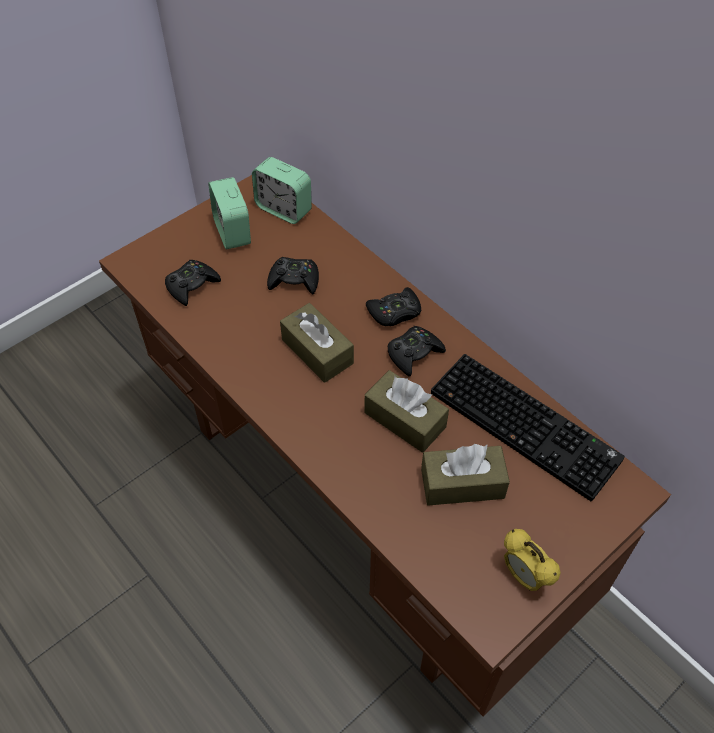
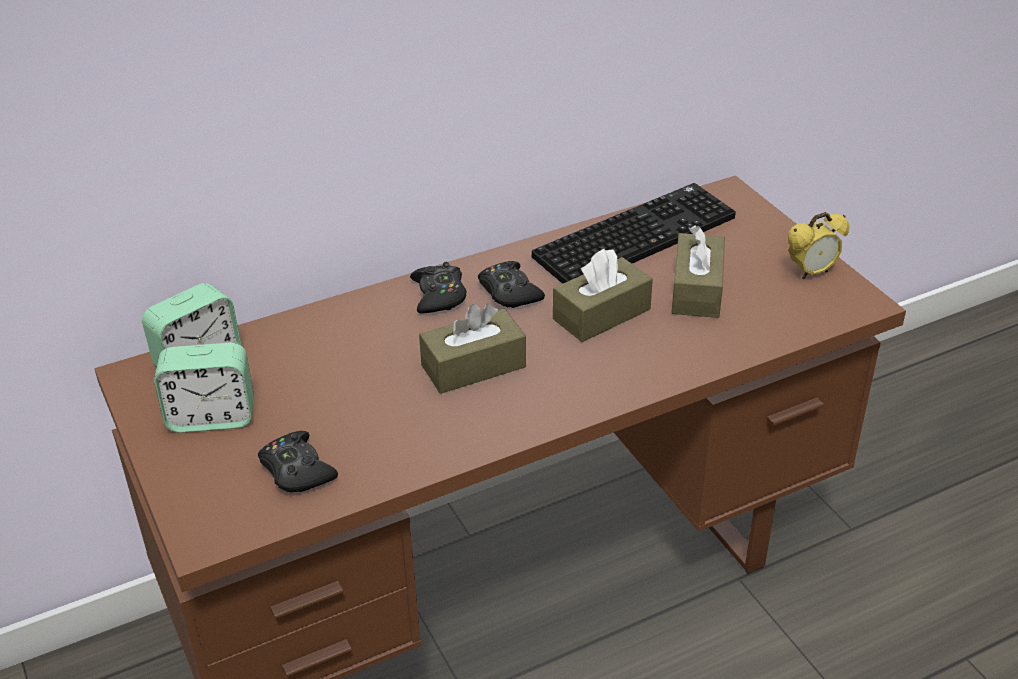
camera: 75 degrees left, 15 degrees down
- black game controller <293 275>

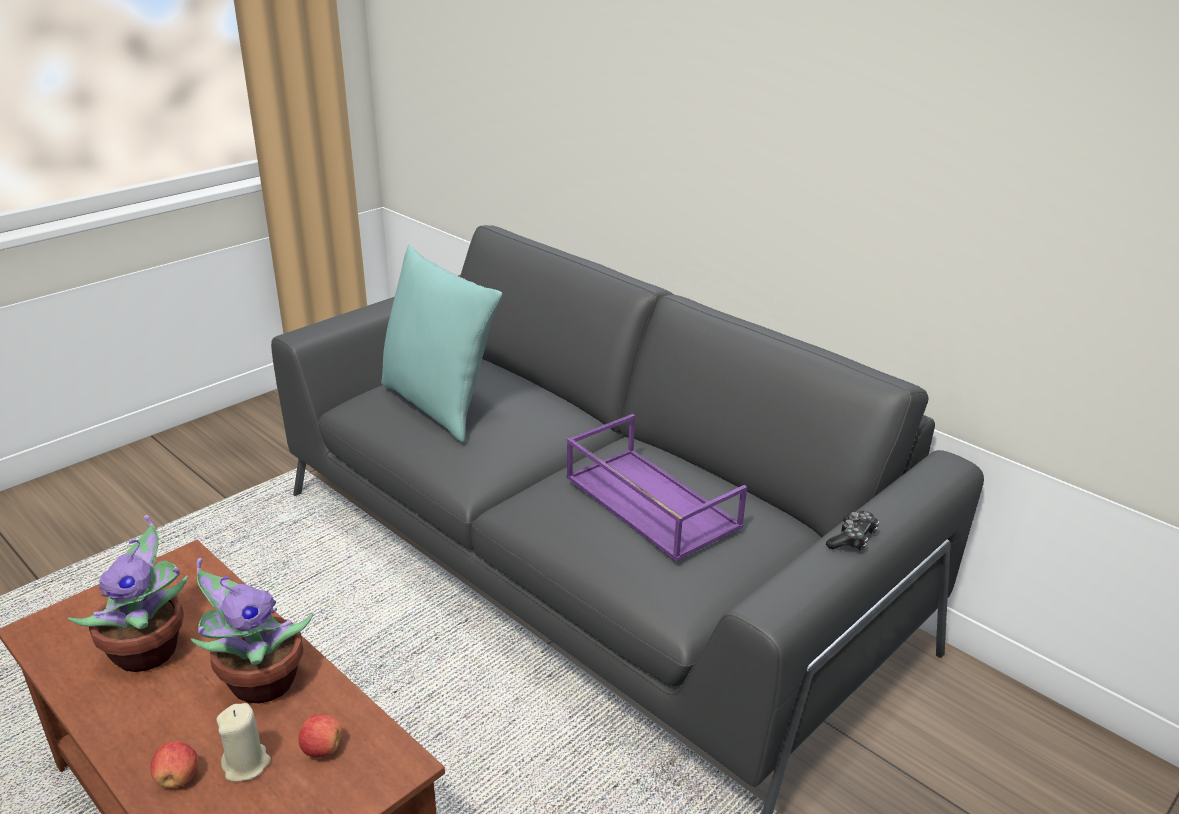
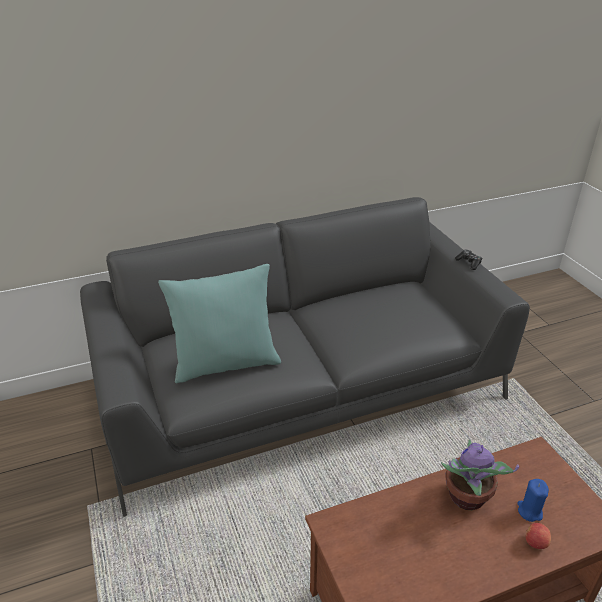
camera: 65 degrees left, 5 degrees up
- potted plant <128 593>
~ beige candle <244 742> to blue candle <533 500>
- apple <320 735>
- purple tray <656 488>

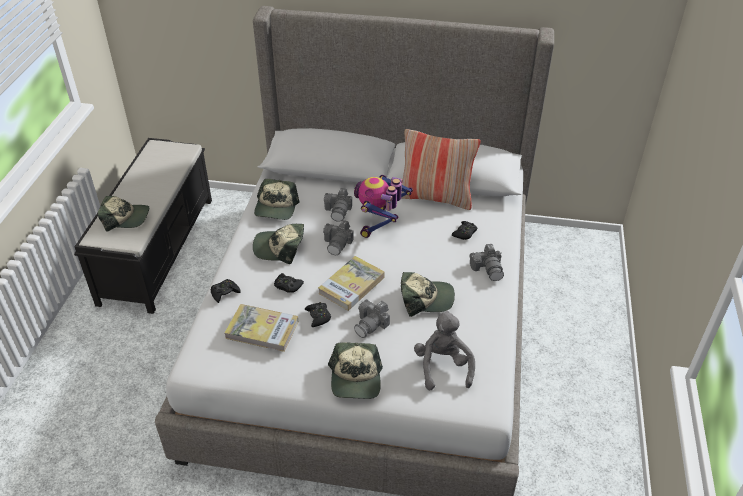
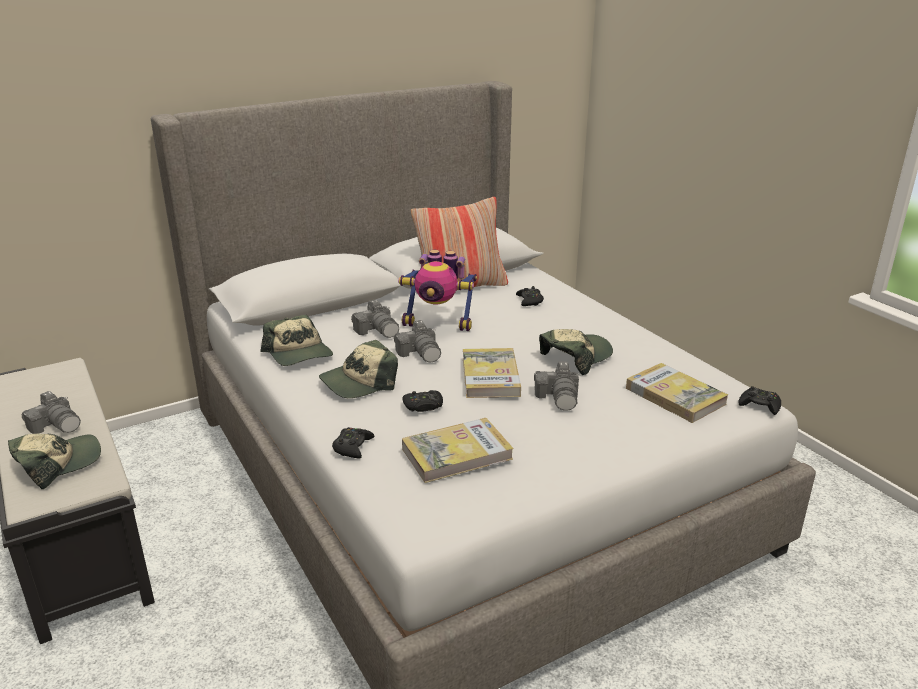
camera: 40 degrees left, 15 degrees down
~ black game controller <318 314> to <759 400>
- cap <355 370>
~ toy robot <383 206> = <437 290> 60 degrees counterclockwise
~ grey plush toy <444 350> to book <677 393>
~ photo camera <486 262> to <51 412>

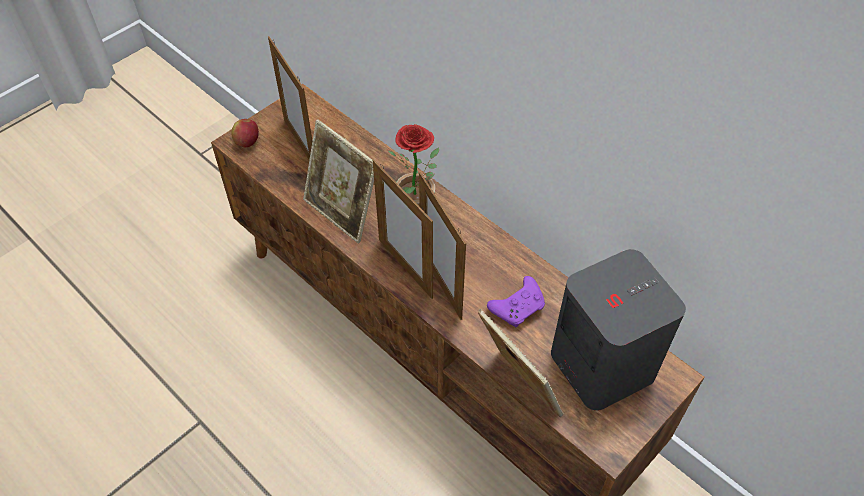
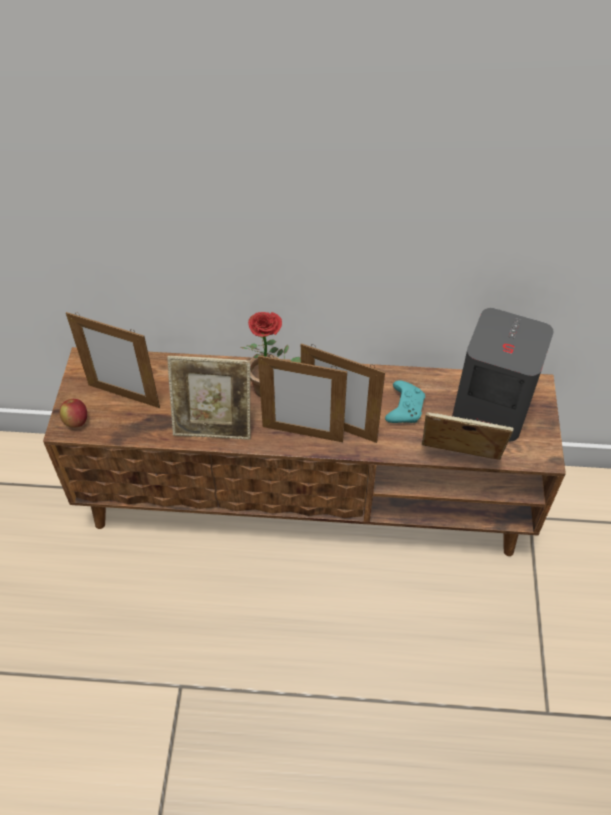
camera: 40 degrees left, 0 degrees up
~ purple game controller <516 301> to turquoise game controller <405 401>

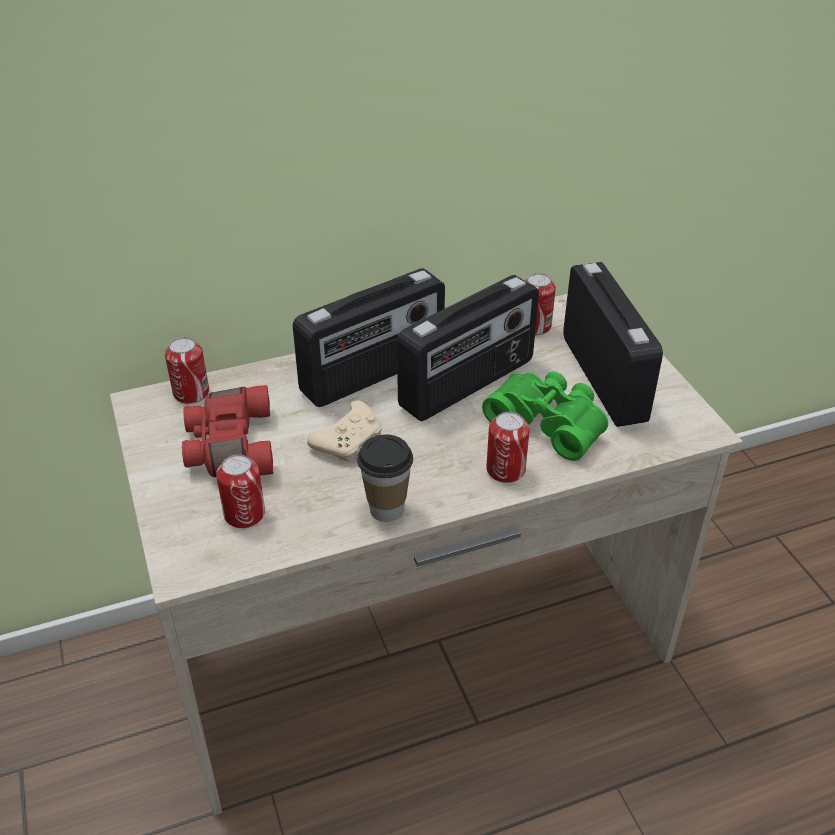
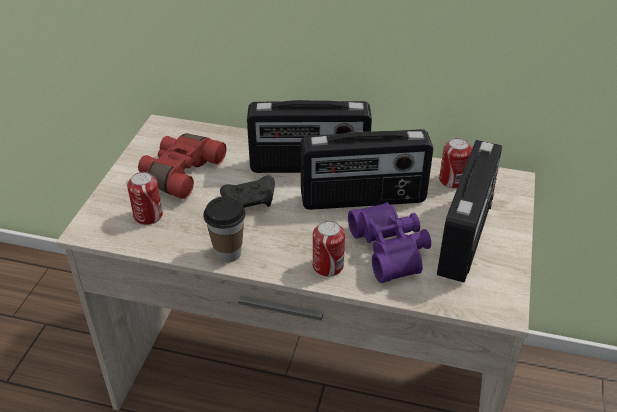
camera: 35 degrees right, 0 degrees up
- can <187 370>
~ beige game controller <344 431> to black game controller <247 192>
~ green binoculars <545 416> to purple binoculars <389 243>

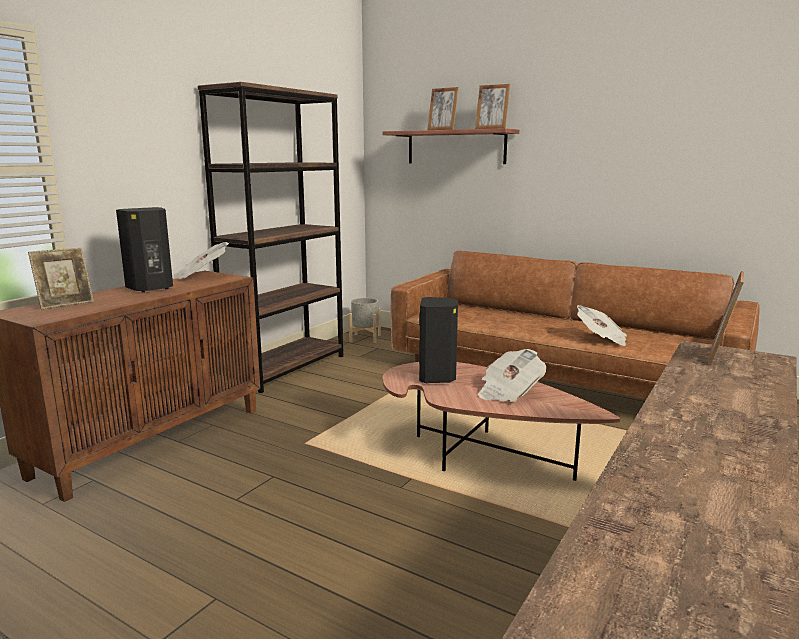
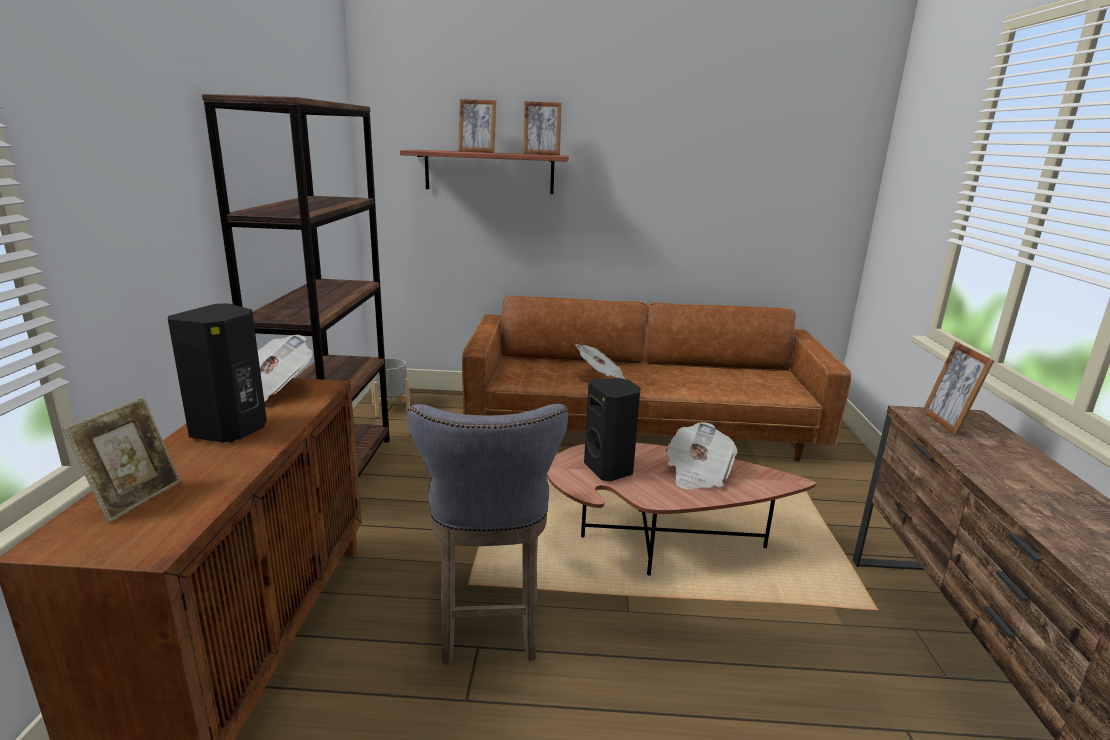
camera: 30 degrees left, 5 degrees up
~ newspaper <602 325> to <600 361>
+ grey stool <487 534>

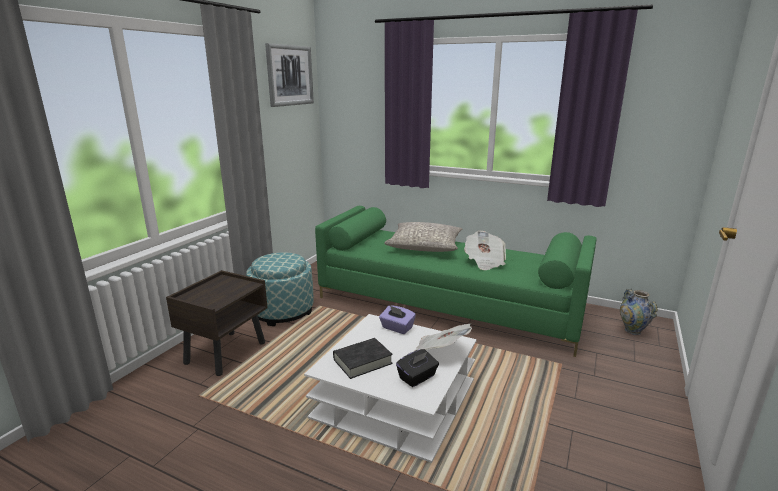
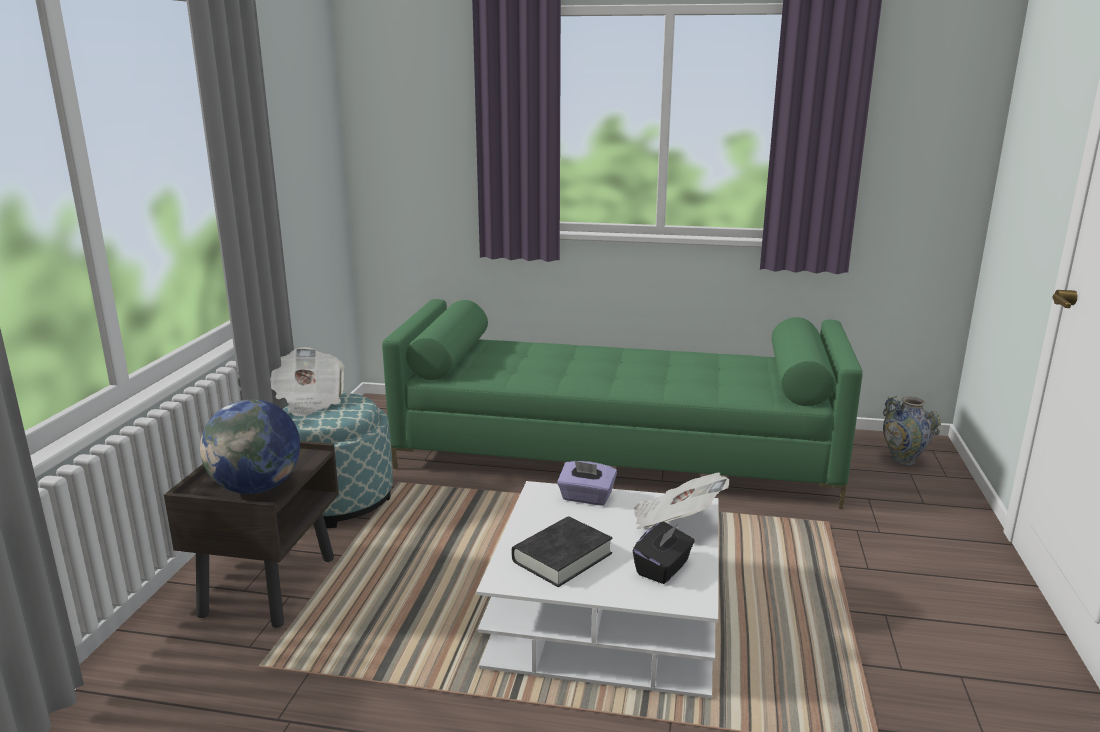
camera: 15 degrees left, 0 degrees up
- picture <289 75>
- grey pillow <423 237>
~ newspaper <485 250> to <307 382>
+ globe <250 446>

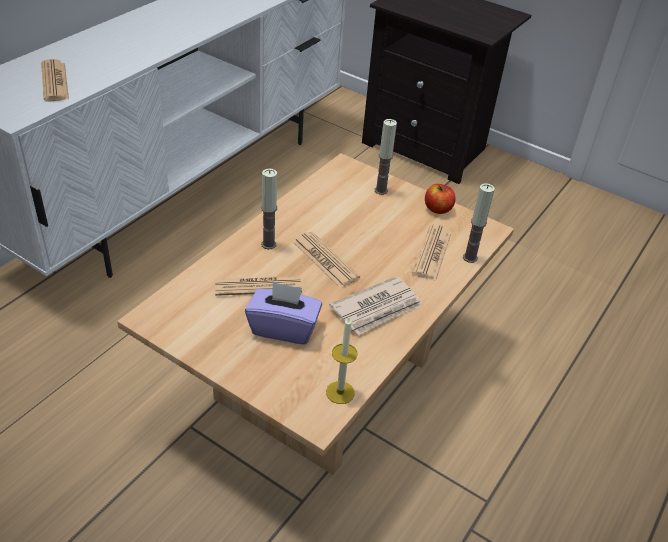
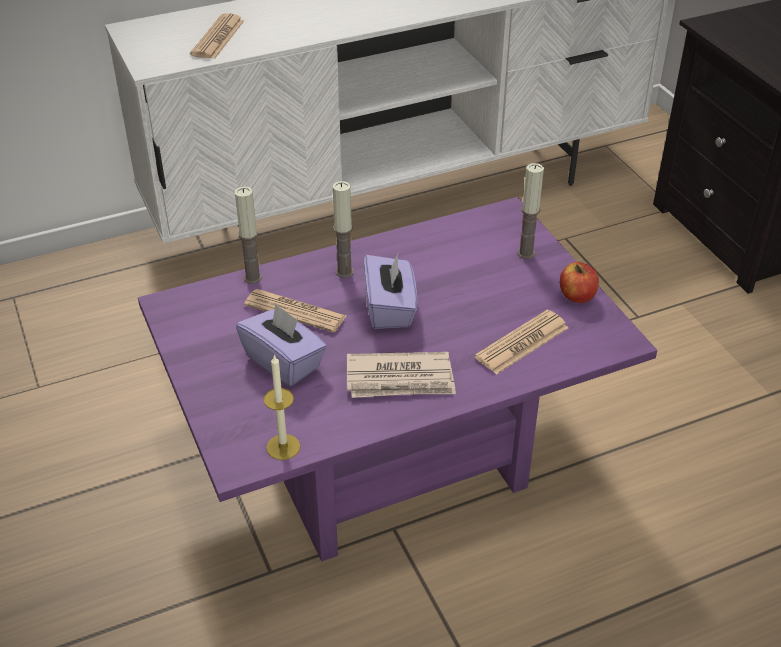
camera: 35 degrees right, 0 degrees up
~ beige coffee table <315 314> to purple coffee table <397 379>
~ newspaper <326 260> to purple tissue box <390 291>
~ candle <479 223> to <248 235>

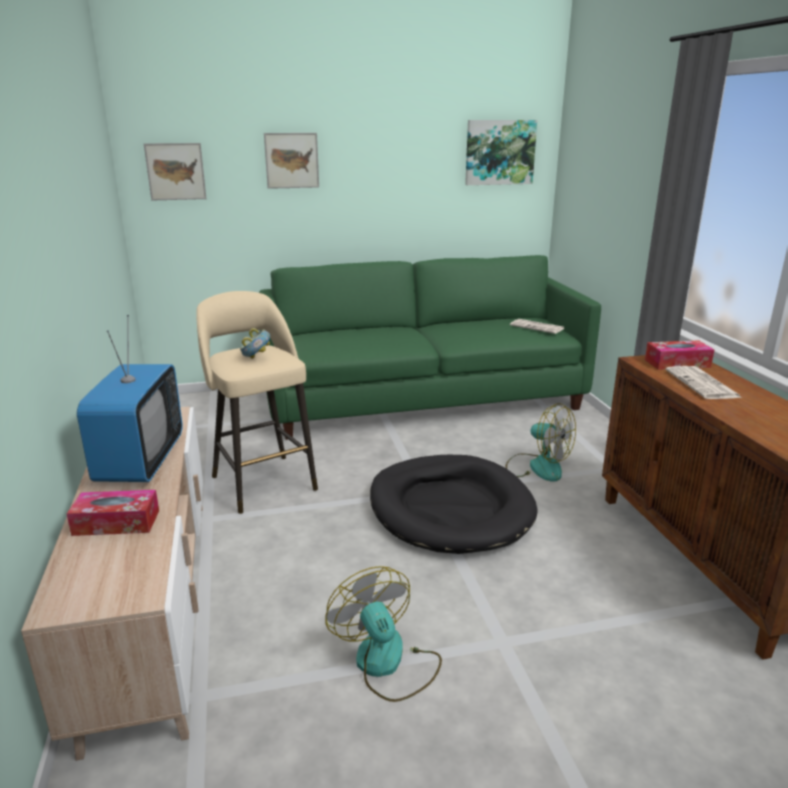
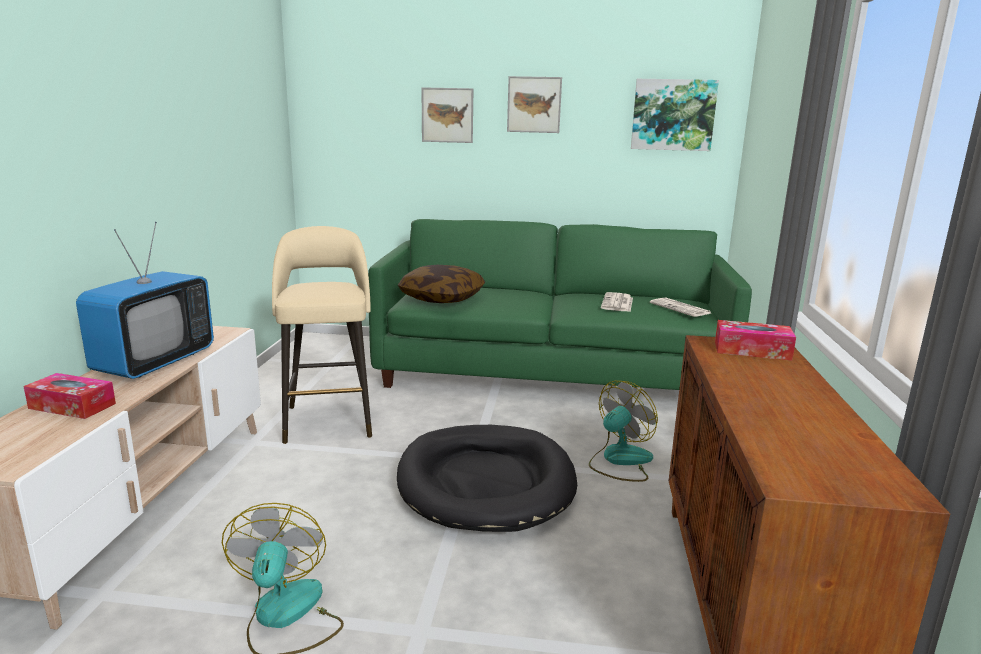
camera: 20 degrees right, 5 degrees down
~ picture <175 172> to <534 104>
- bowl <255 343>
~ fan <541 443> = <623 431> 105 degrees counterclockwise
~ newspaper <703 382> to <617 302>
+ pillow <441 284>

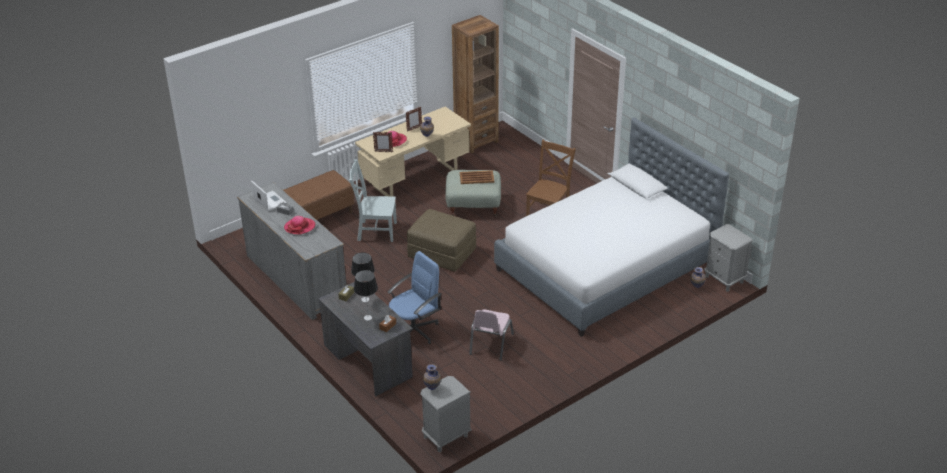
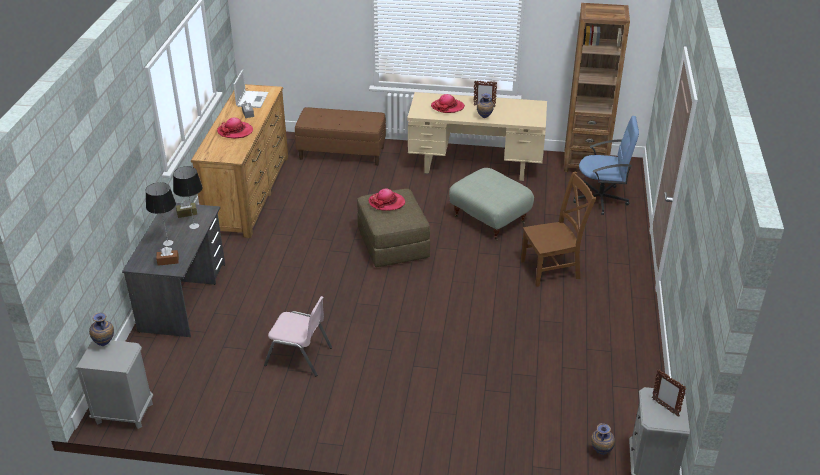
camera: 45 degrees right, 0 degrees up
~ grey dresser <291 251> to brown dresser <239 161>
- grey chair <373 200>
~ picture frame <383 142> to <669 393>
~ blue office chair <415 297> to <606 165>
- brown tray <477 177>
~ pink chair <491 335> = <298 336> 135 degrees counterclockwise
- bed <611 227>
+ hat <386 200>

